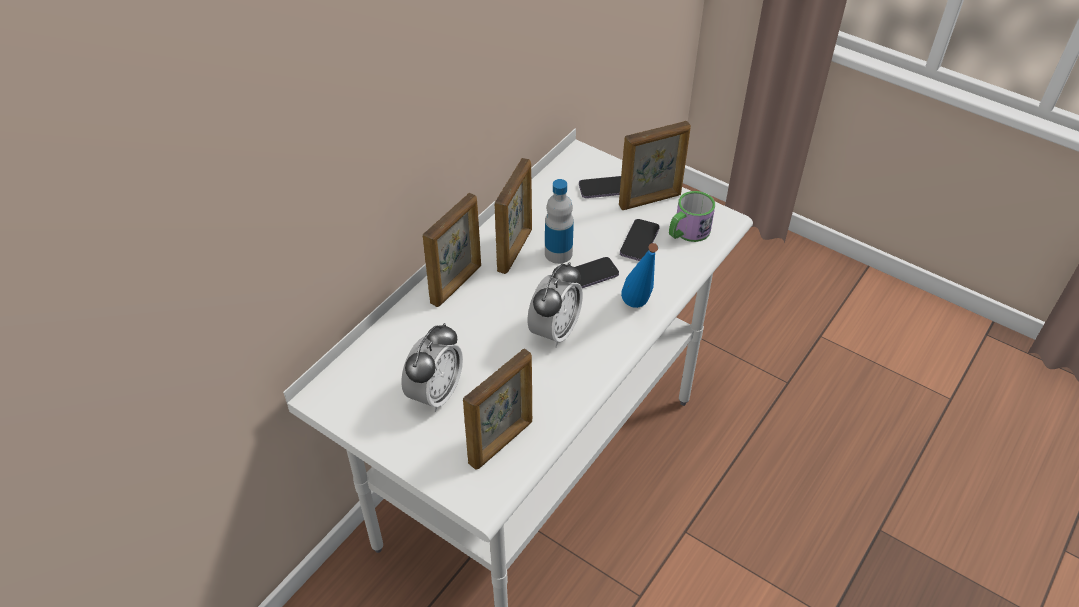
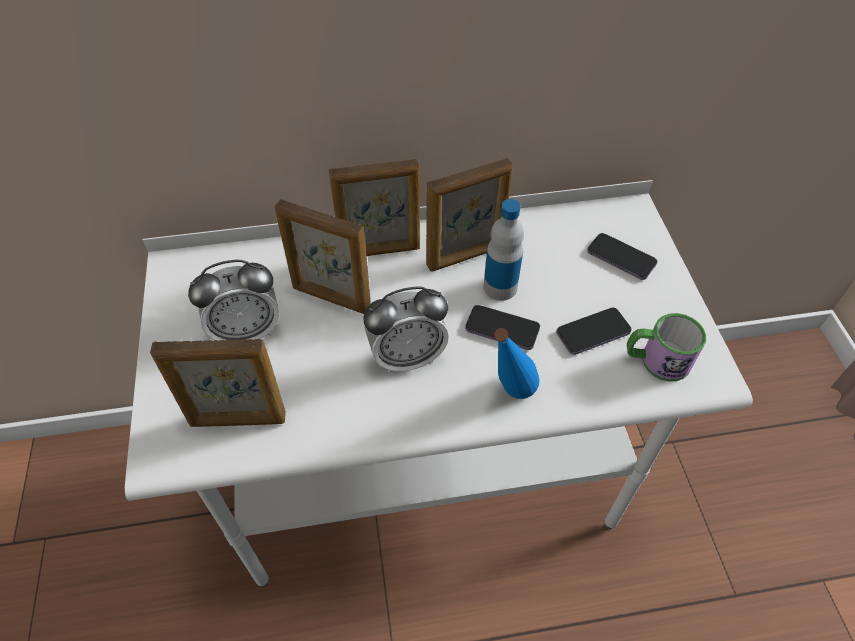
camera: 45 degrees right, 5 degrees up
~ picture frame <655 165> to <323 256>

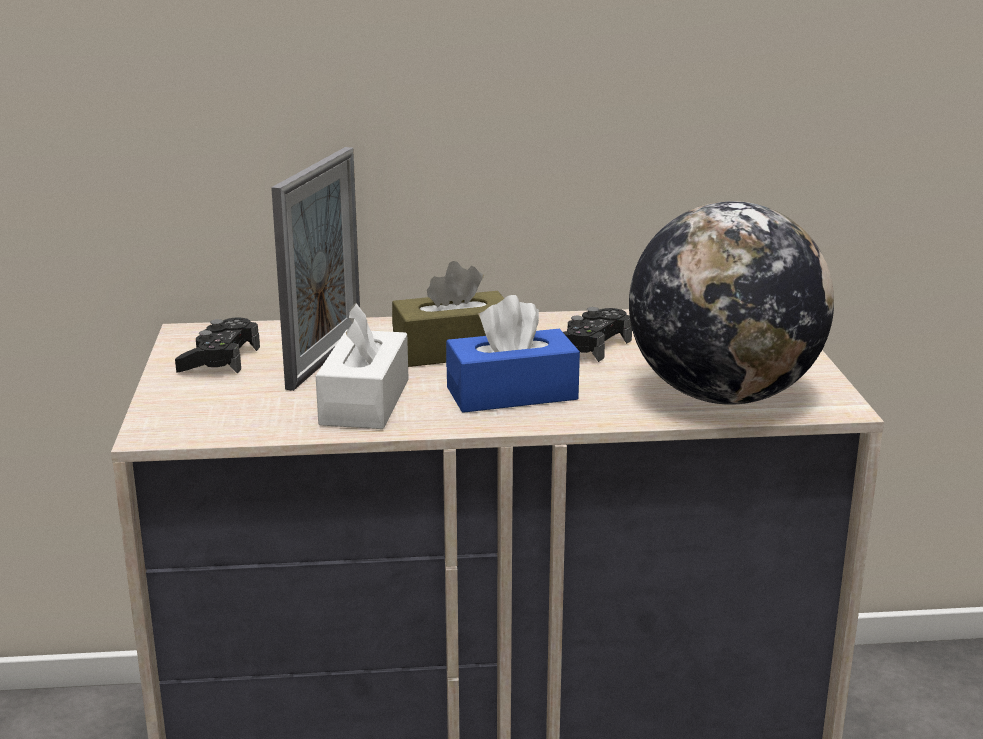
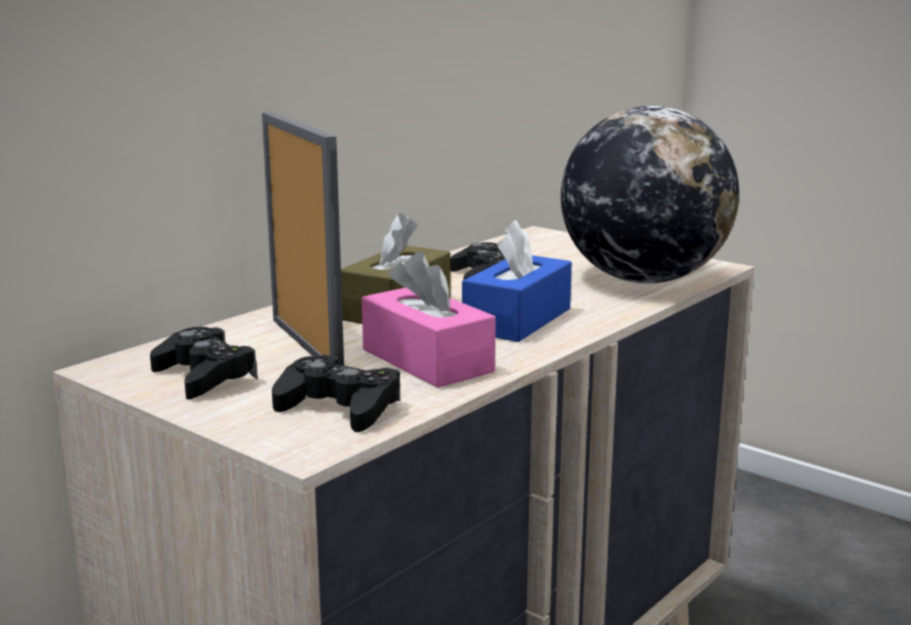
camera: 45 degrees left, 5 degrees down
~ white tissue box <362 366> to pink tissue box <429 320>
+ black game controller <336 393>

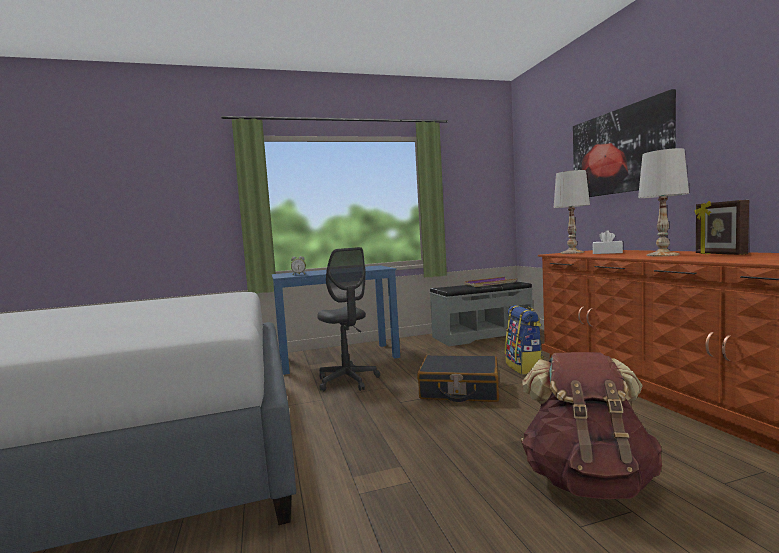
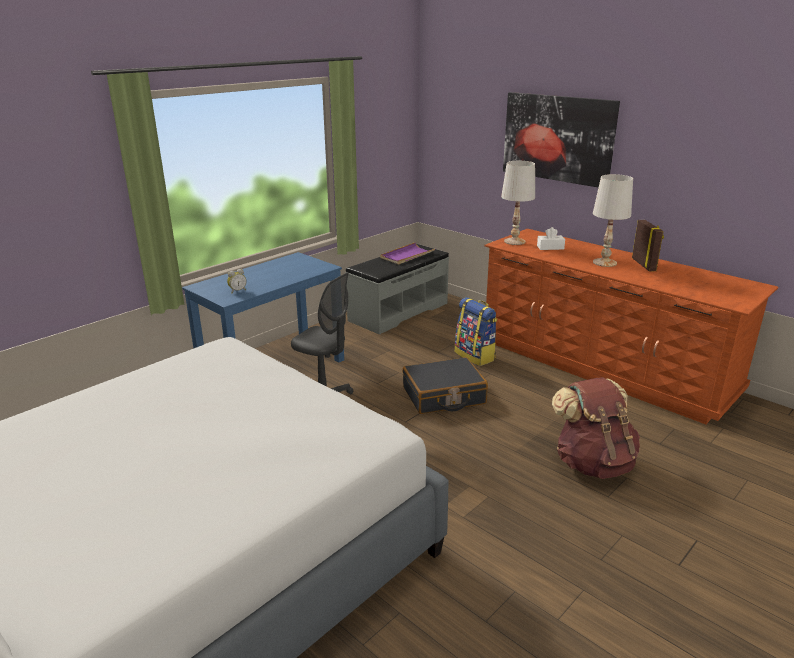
camera: 30 degrees left, 20 degrees up
~ picture frame <722 227> = <648 246> 150 degrees counterclockwise

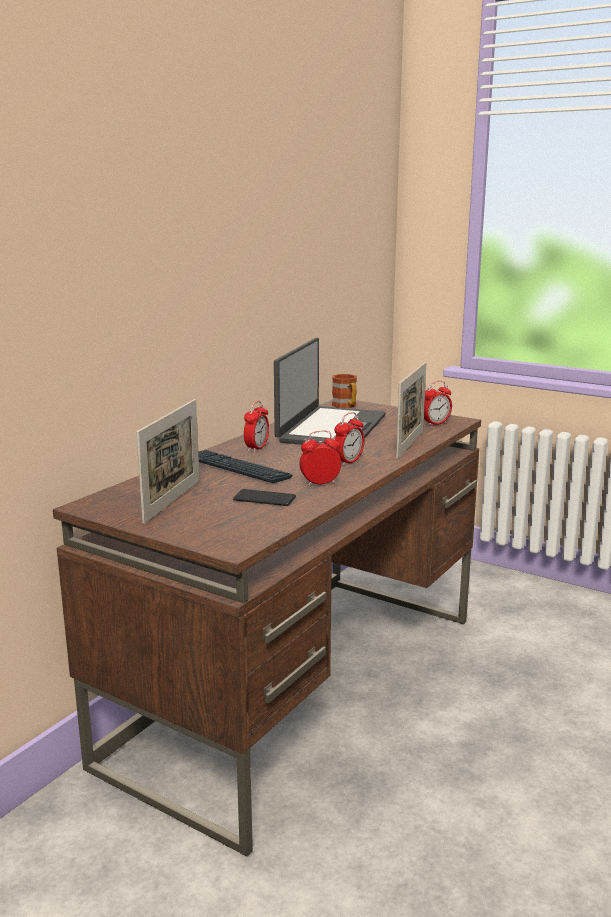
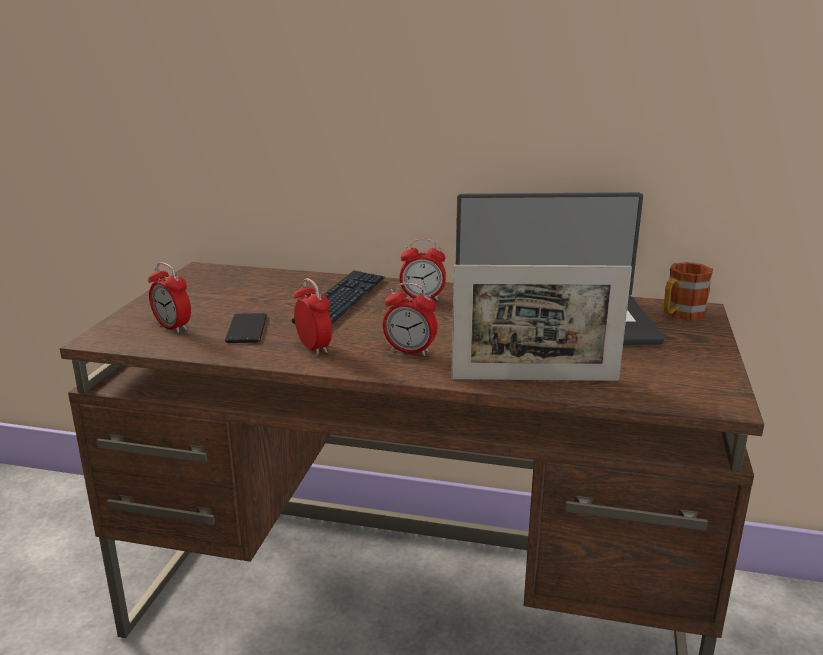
camera: 70 degrees right, 5 degrees up
- picture frame <168 461>
~ alarm clock <438 403> to <169 297>

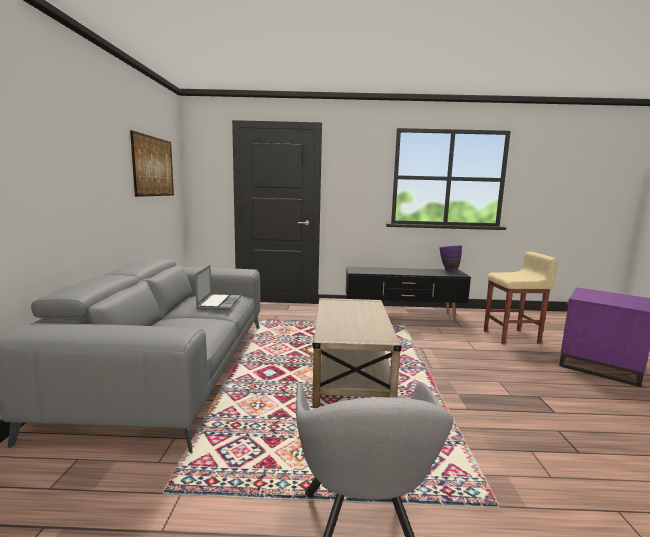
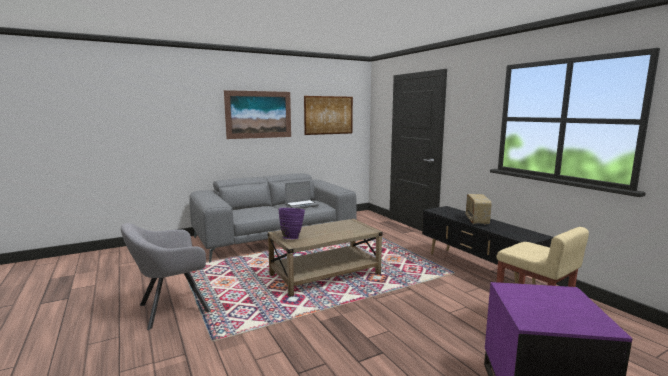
camera: 60 degrees right, 0 degrees up
~ purple vase <450 258> to <292 223>
+ picture <257 114>
+ radio <478 209>

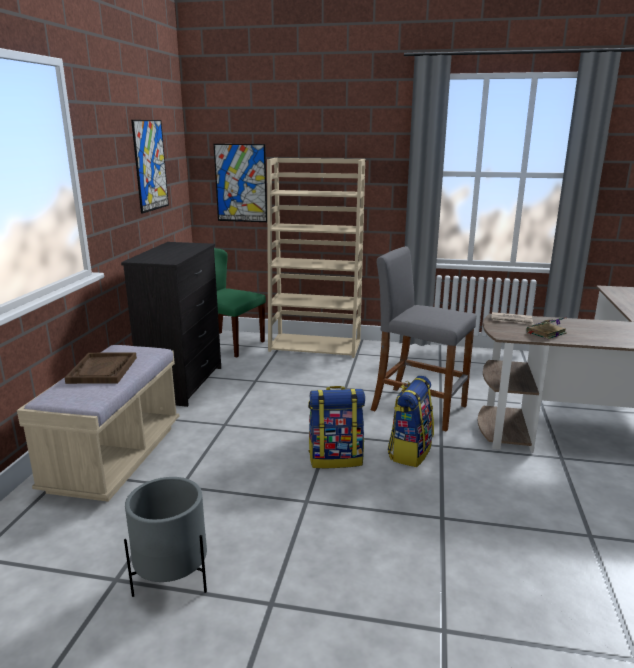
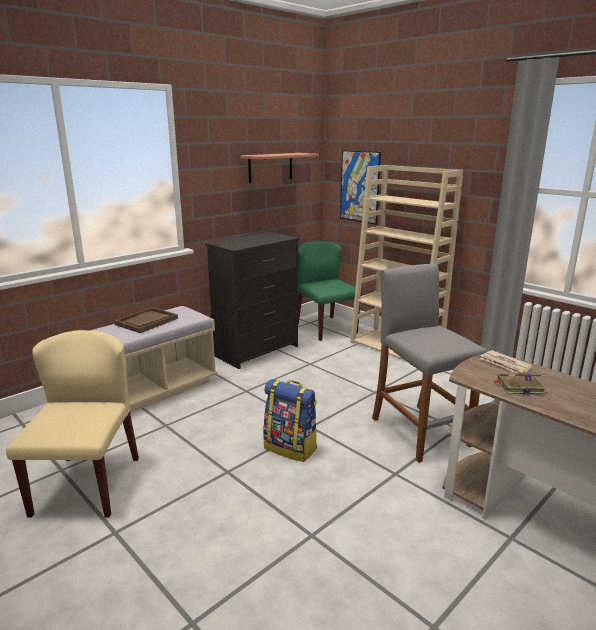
camera: 35 degrees right, 0 degrees up
~ grey planter <165 537> to beige chair <72 424>
~ picture <150 167> to shelf <279 168>
- backpack <411 421>

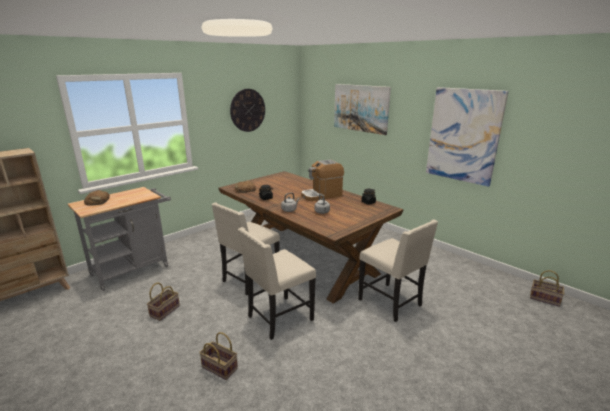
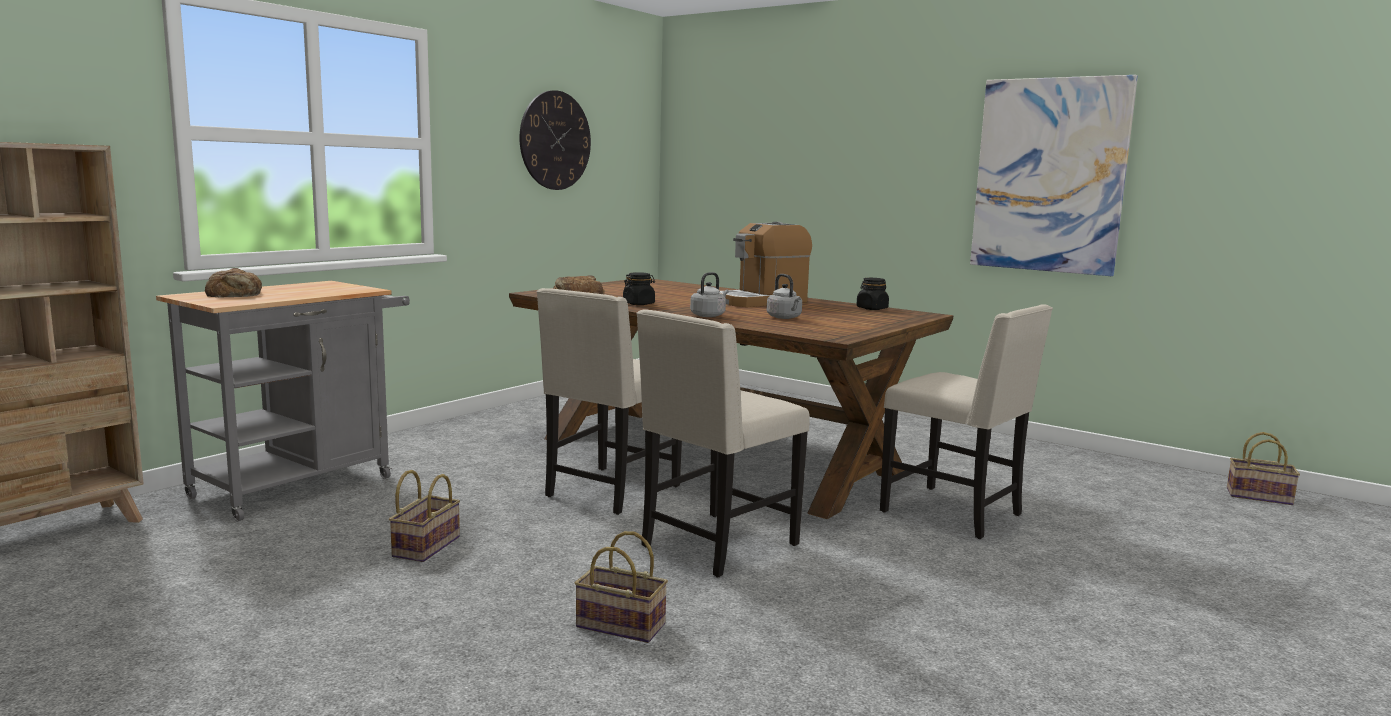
camera: 10 degrees left, 10 degrees down
- picture <362 109>

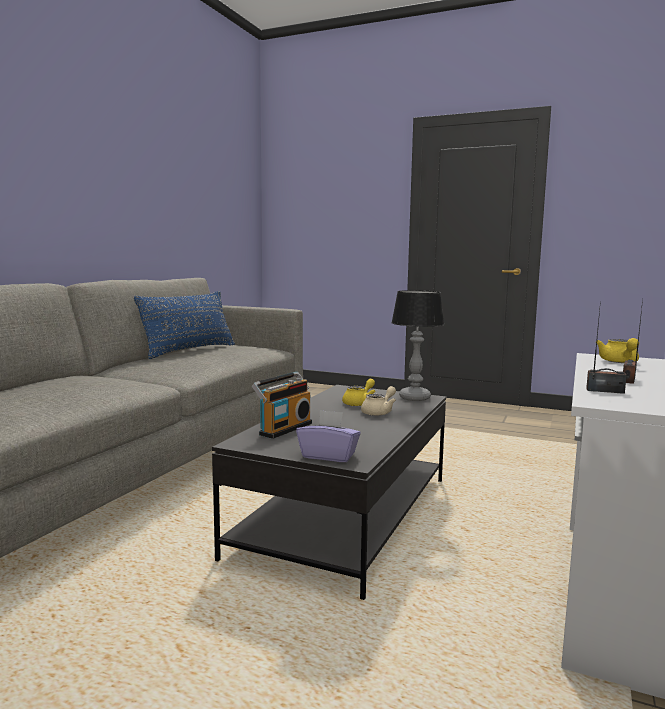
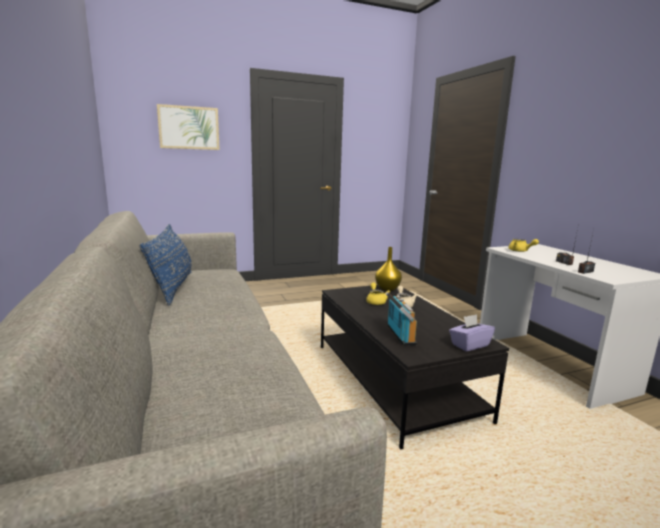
camera: 45 degrees left, 5 degrees up
~ table lamp <417 345> to yellow vase <388 269>
+ picture <188 127>

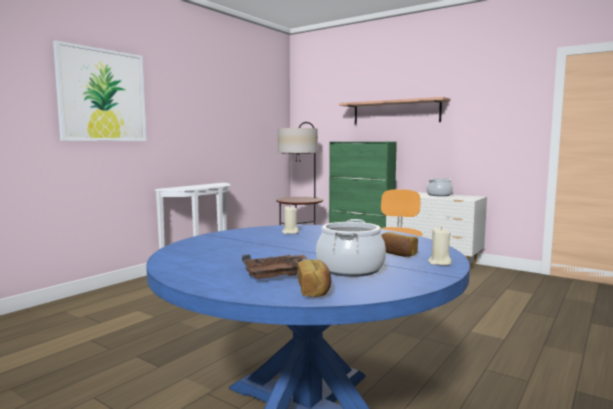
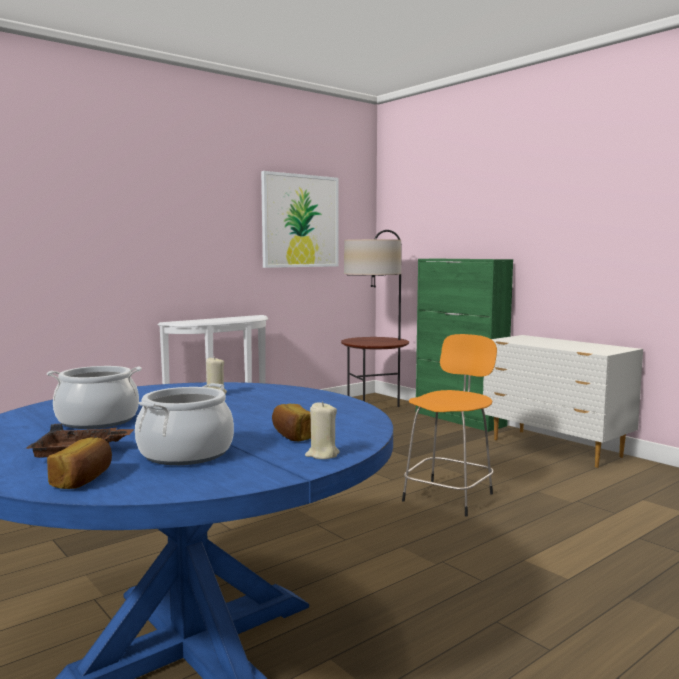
camera: 15 degrees right, 0 degrees up
~ picture <99 90> to <299 219>
- shelf <394 110>
~ cooking pot <439 187> to <94 397>

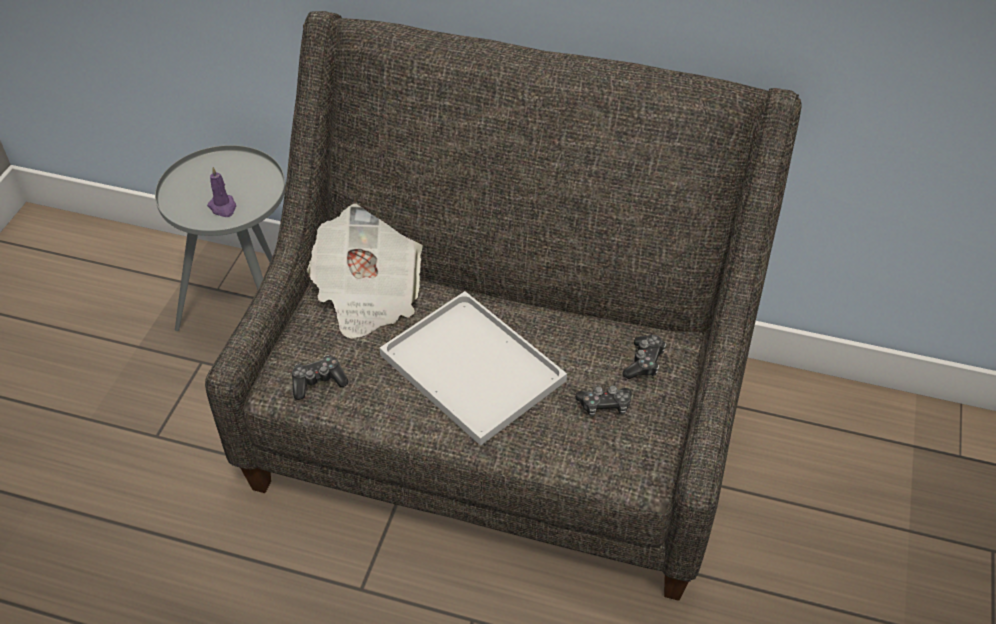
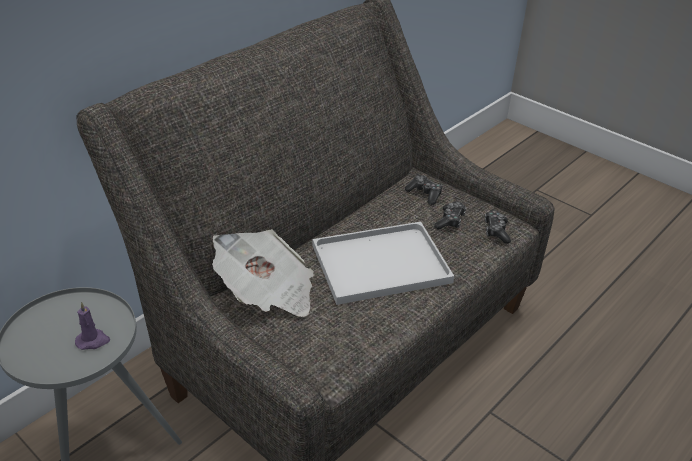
camera: 65 degrees left, 10 degrees down
~ game controller <320 377> to <498 226>

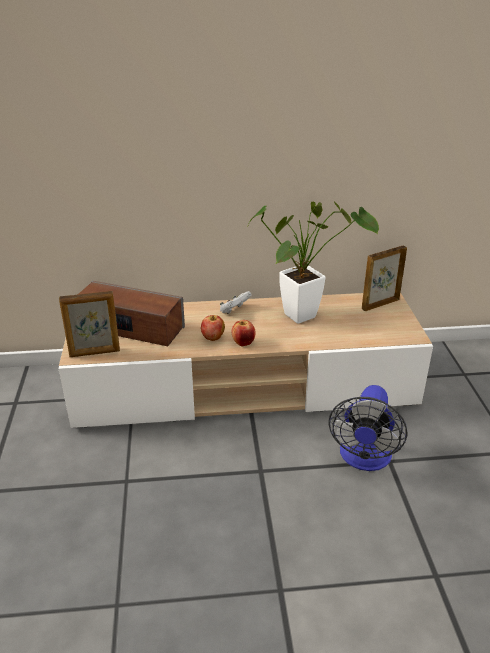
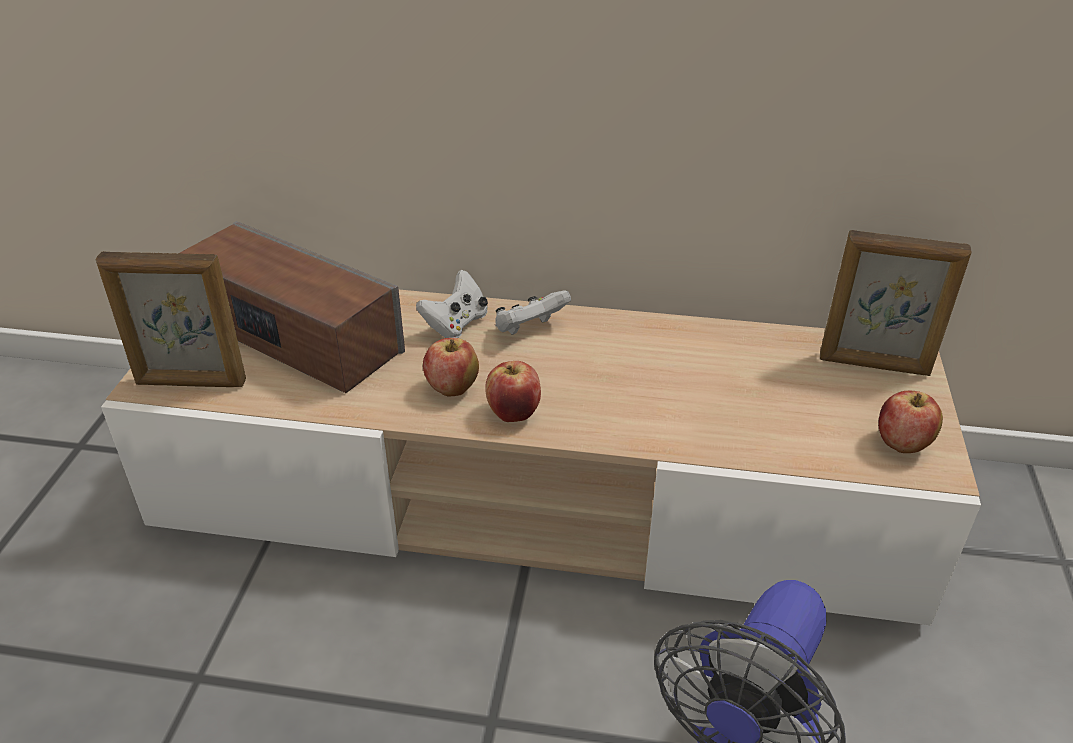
camera: 15 degrees right, 5 degrees up
- potted plant <313 263>
~ picture frame <384 278> = <896 303> 150 degrees counterclockwise
+ white game controller <452 303>
+ apple <910 422>

